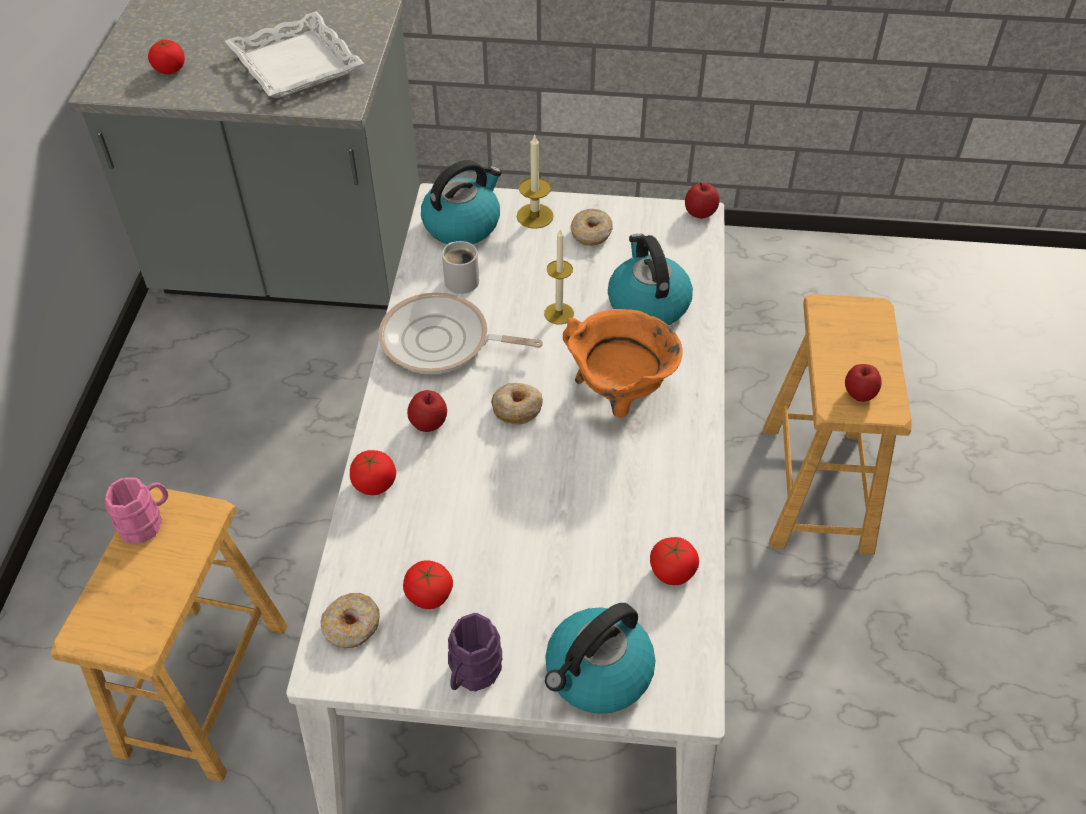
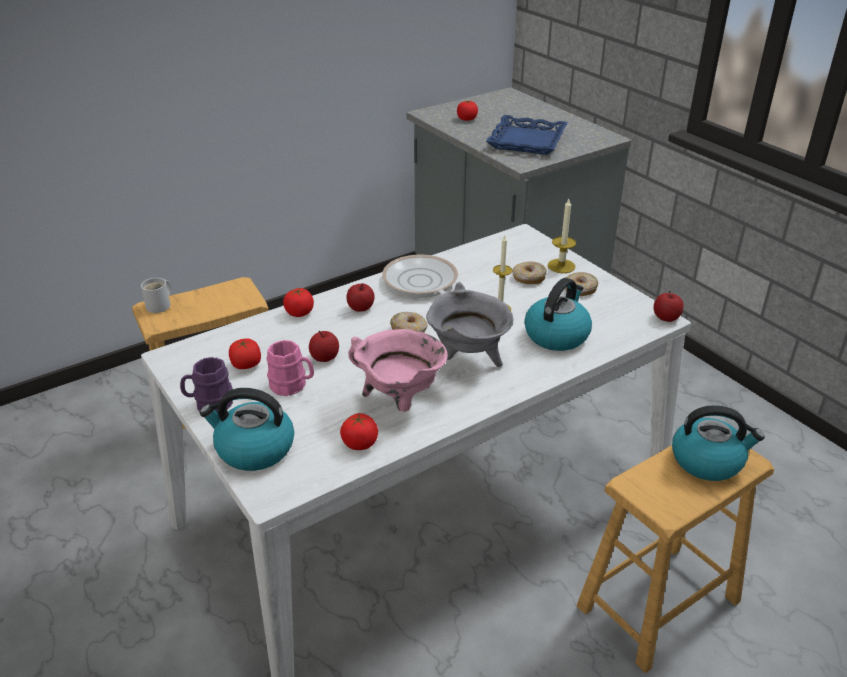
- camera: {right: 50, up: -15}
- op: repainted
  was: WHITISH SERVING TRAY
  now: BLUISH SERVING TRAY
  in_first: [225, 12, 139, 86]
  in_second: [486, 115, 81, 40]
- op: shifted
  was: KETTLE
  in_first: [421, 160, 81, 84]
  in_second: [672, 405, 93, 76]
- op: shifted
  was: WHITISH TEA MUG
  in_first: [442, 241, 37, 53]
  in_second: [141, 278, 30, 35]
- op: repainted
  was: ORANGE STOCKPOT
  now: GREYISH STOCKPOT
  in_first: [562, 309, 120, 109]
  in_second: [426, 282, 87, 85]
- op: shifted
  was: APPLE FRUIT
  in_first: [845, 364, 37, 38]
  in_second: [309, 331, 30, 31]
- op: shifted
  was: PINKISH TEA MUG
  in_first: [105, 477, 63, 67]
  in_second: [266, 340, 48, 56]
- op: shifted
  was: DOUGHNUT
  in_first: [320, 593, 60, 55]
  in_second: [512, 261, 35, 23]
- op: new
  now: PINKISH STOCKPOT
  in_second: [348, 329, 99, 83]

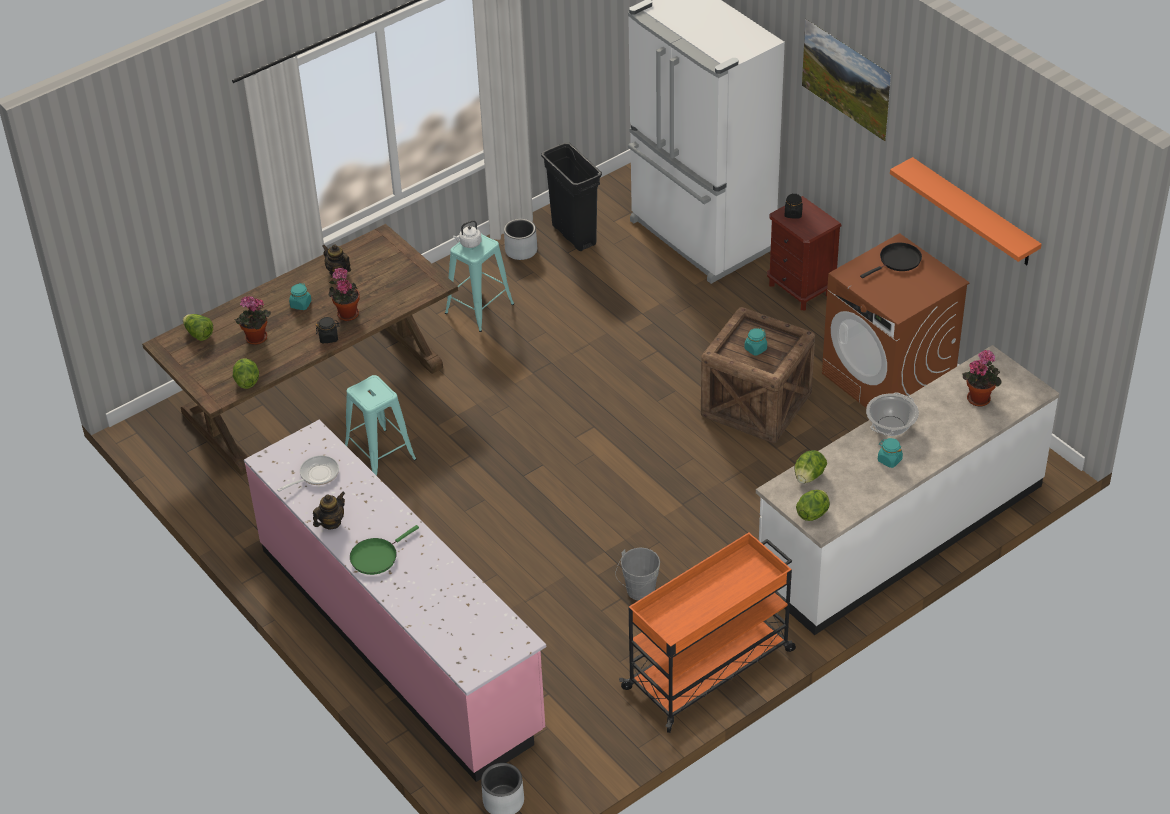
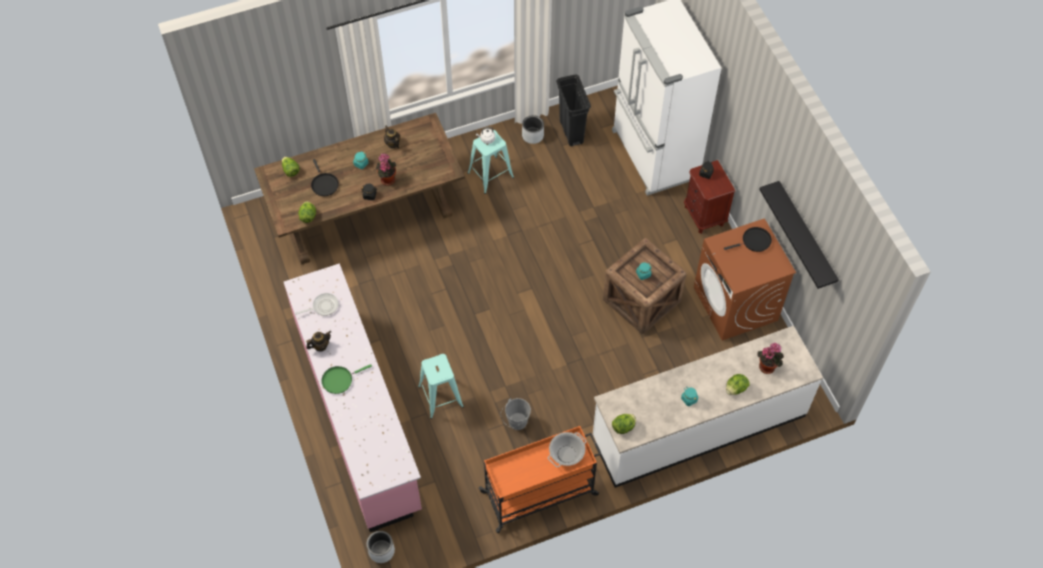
- camera: {right: 15, up: 15}
- op: gone
  was: WALL ART
  in_first: [802, 19, 89, 122]
- op: repainted
  was: ORANGE WALL SHELF
  now: BLACKISH WALL SHELF
  in_first: [890, 157, 152, 108]
  in_second: [759, 181, 80, 108]
- op: swapped
  was: HOUSEPLANT
  now: BLACKISH FRYING PAN
  in_first: [235, 296, 36, 49]
  in_second: [311, 159, 28, 37]
- op: shifted
  was: BLUE-GREEN STOOL SEAT
  in_first: [345, 375, 71, 101]
  in_second: [418, 354, 46, 65]
- op: shifted
  was: STOCKPOT
  in_first: [866, 392, 53, 44]
  in_second: [548, 432, 38, 35]
- op: shifted
  was: LETTUCE
  in_first: [794, 450, 33, 34]
  in_second: [726, 374, 24, 21]

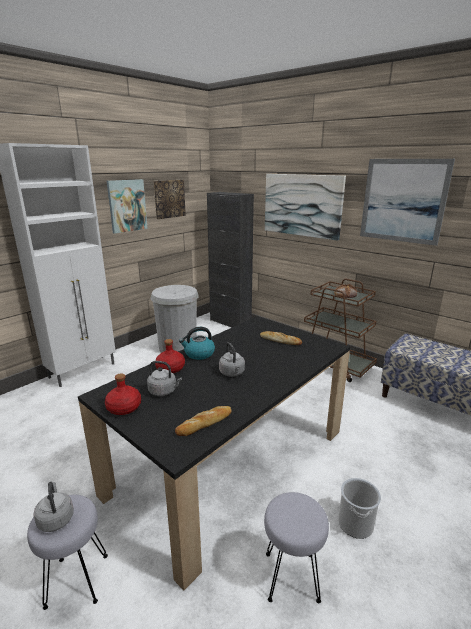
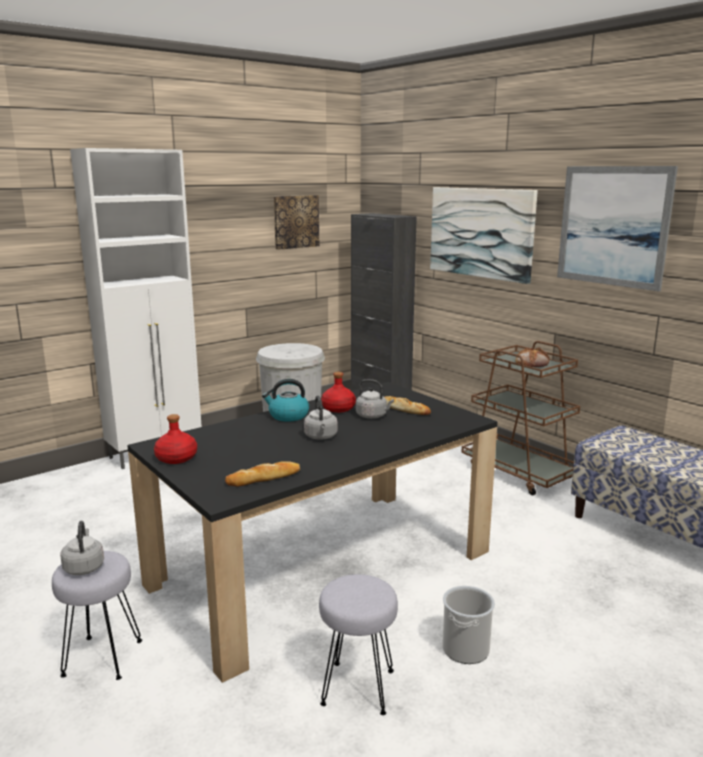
- camera: {right: 10, up: -5}
- op: gone
  was: WALL ART
  in_first: [107, 179, 41, 55]
- op: shifted
  was: RED BOTTLE
  in_first: [155, 339, 30, 34]
  in_second: [321, 372, 35, 41]
- op: shifted
  was: GREYISH KETTLE
  in_first: [147, 361, 35, 35]
  in_second: [356, 379, 38, 39]

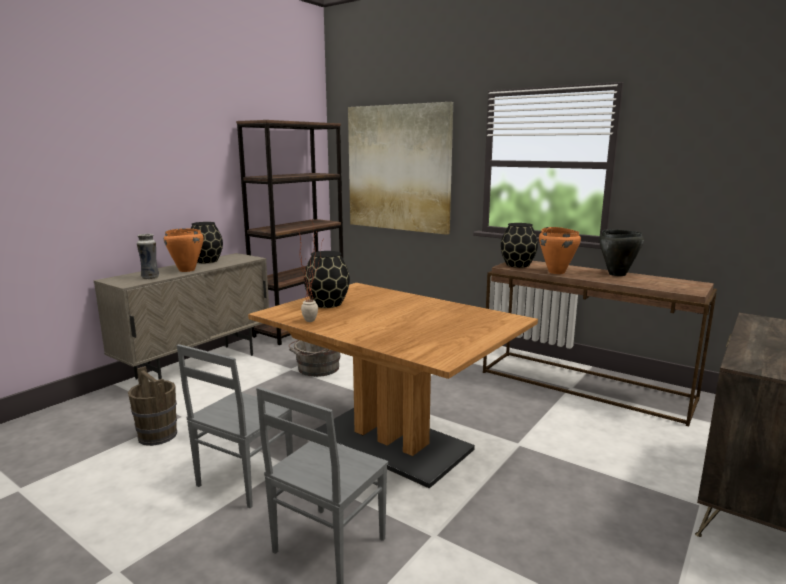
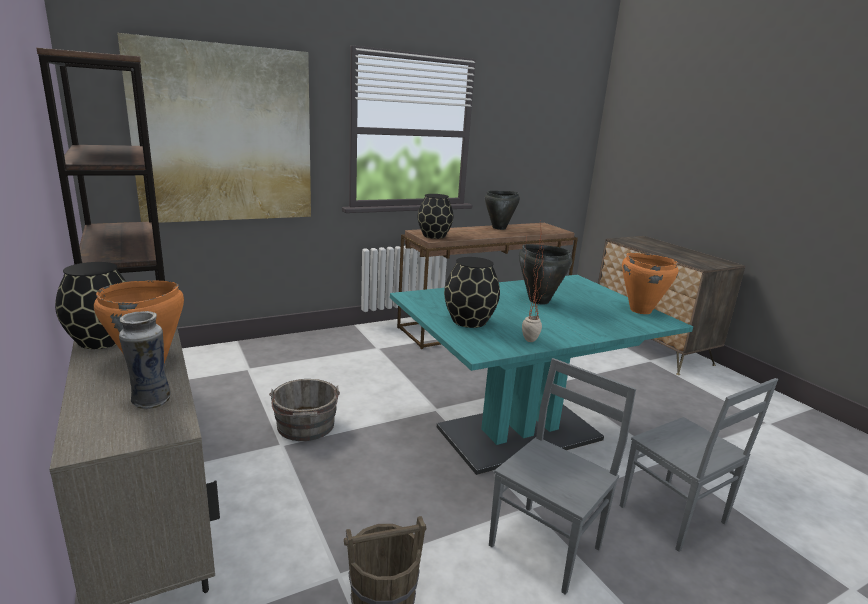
- camera: {right: -65, up: 5}
- op: shifted
  was: ORANGE STOCKPOT
  in_first: [539, 227, 42, 47]
  in_second: [622, 253, 57, 61]
- op: repainted
  was: BROWN KITCHEN TABLE
  now: BLUE-GREEN KITCHEN TABLE
  in_first: [248, 283, 290, 206]
  in_second: [390, 275, 303, 200]
- op: rotated
  was: GREYISH CHAIR
  in_first: [177, 344, 116, 164]
  in_second: [489, 358, 147, 237]
  clockwise: -105
- op: new
  now: BLACKISH STOCKPOT
  in_second: [519, 244, 53, 61]

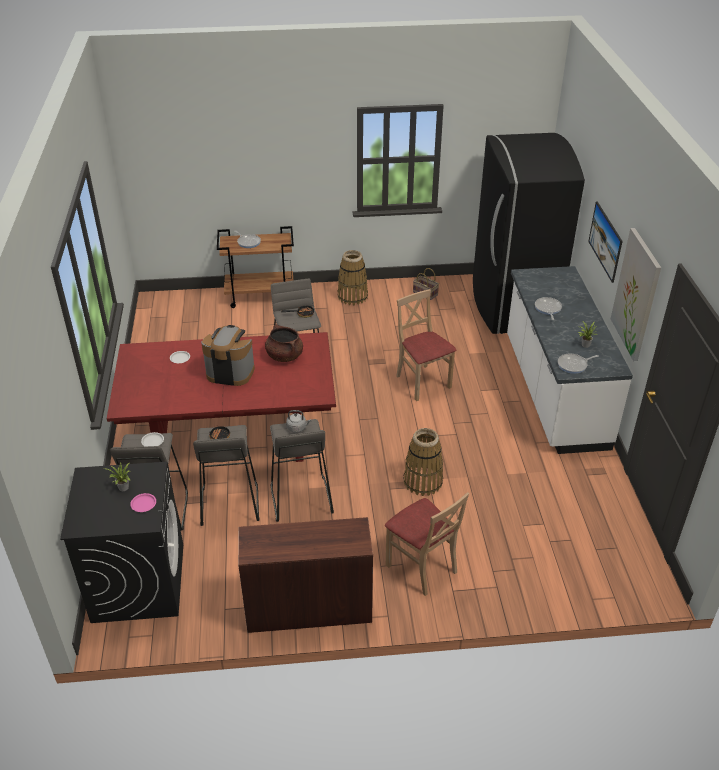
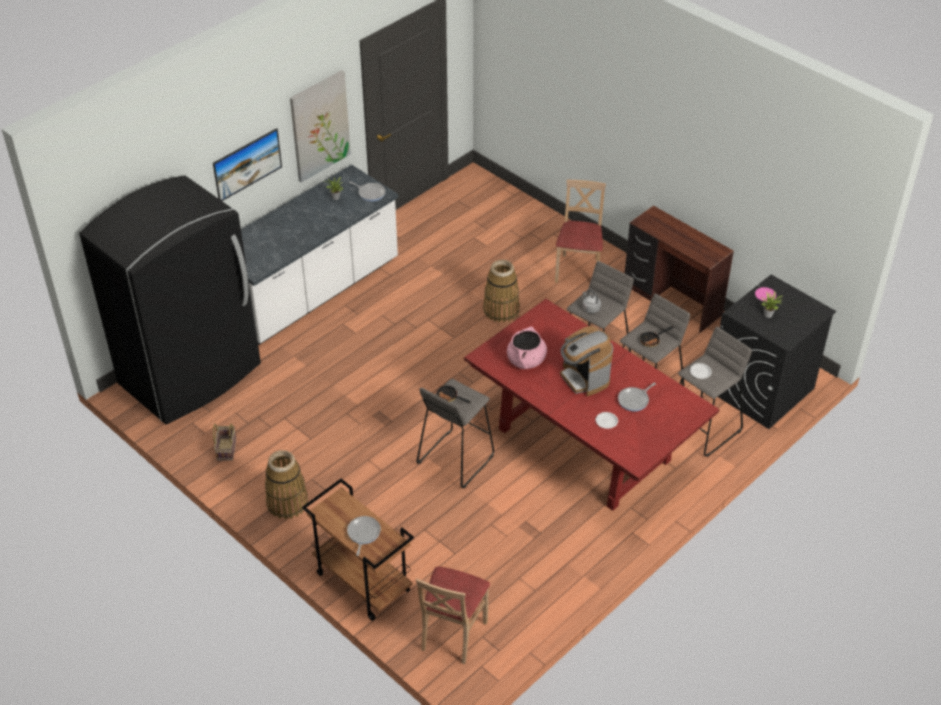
- camera: {right: -130, up: 5}
- op: shifted
  was: BEIGE-COLOURED CHAIR
  in_first: [396, 289, 60, 112]
  in_second: [416, 566, 74, 98]
- op: shifted
  was: FRYING PAN
  in_first: [535, 297, 27, 23]
  in_second: [618, 382, 38, 29]
- op: repainted
  was: BROWN STOCKPOT
  now: PINKISH STOCKPOT
  in_first: [265, 325, 38, 37]
  in_second: [507, 327, 40, 42]

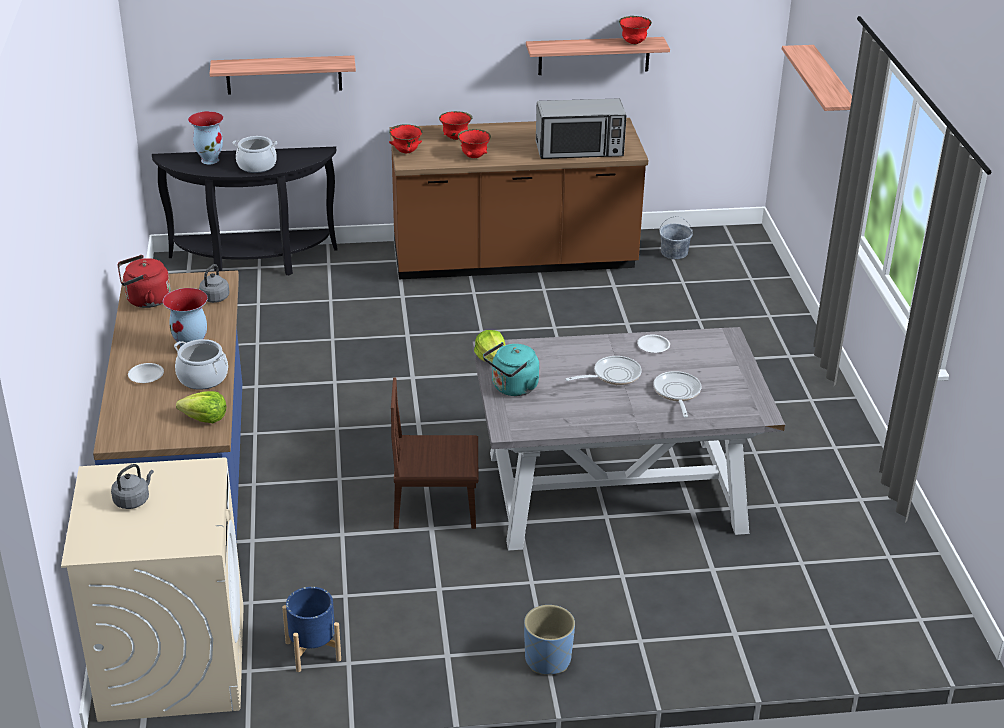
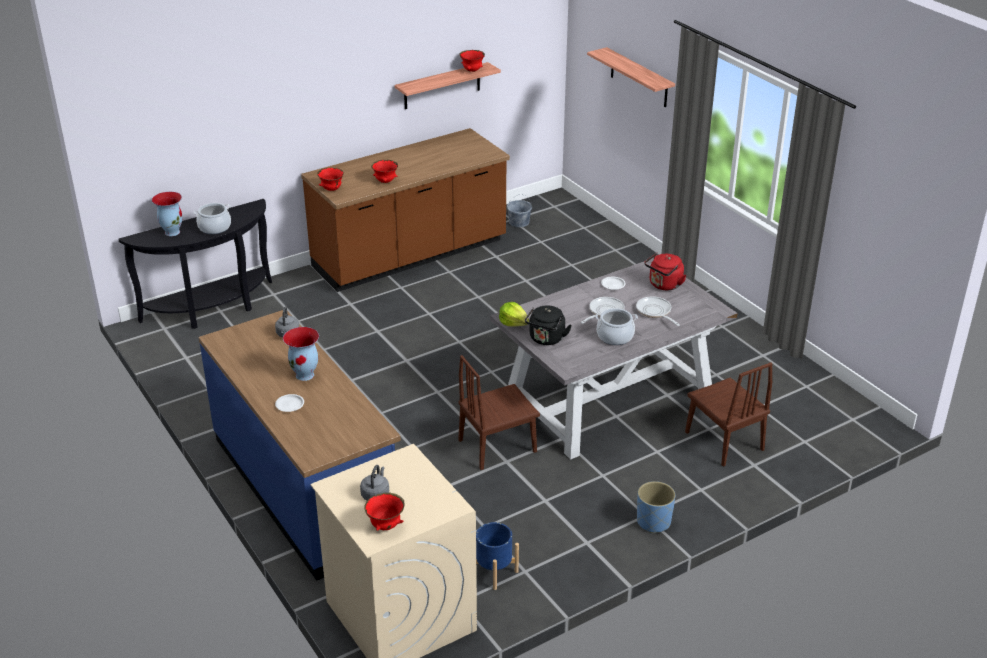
- camera: {right: -25, up: 0}
- op: gone
  was: WALL SHELF
  in_first: [209, 56, 147, 39]
- op: gone
  was: KITCHEN MICROWAVE
  in_first: [536, 98, 91, 61]
- op: shifted
  was: RED BOWL
  in_first: [439, 111, 33, 29]
  in_second: [364, 493, 41, 38]
- op: shifted
  was: RED KETTLE
  in_first: [118, 255, 53, 53]
  in_second: [644, 253, 43, 37]
- op: shifted
  was: STOCKPOT
  in_first: [174, 339, 54, 51]
  in_second: [595, 308, 43, 37]
- op: repainted
  was: BLUE-GREEN KETTLE
  now: BLACKISH KETTLE
  in_first: [483, 342, 56, 54]
  in_second: [525, 305, 47, 40]
- op: gone
  was: LETTUCE
  in_first: [176, 391, 51, 32]
- op: new
  now: BROWN CHAIR
  in_second: [685, 362, 88, 105]

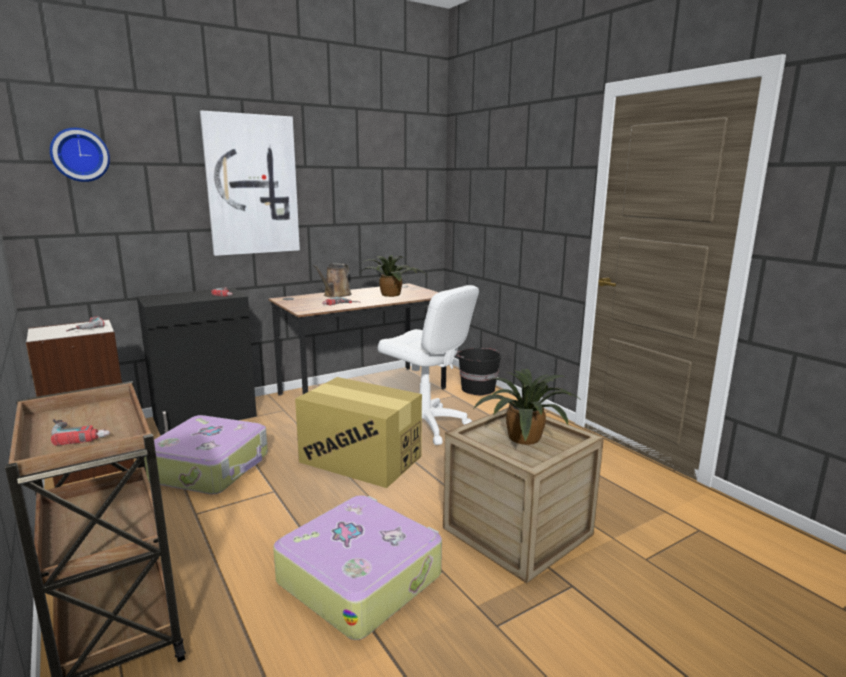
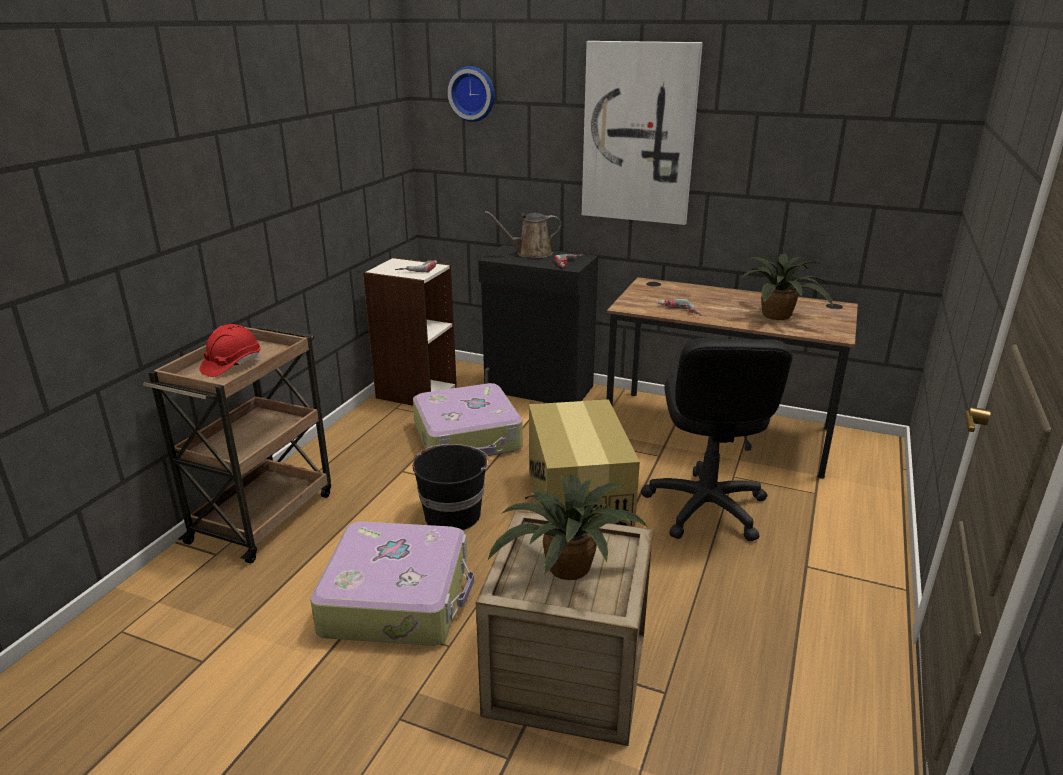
- camera: {right: 55, up: 10}
- op: shifted
  was: BROWN SPRINKLING CAN
  in_first: [313, 263, 39, 35]
  in_second: [484, 211, 77, 47]
- op: repainted
  was: WHITISH COMPUTER CHAIR
  now: BLACKISH COMPUTER CHAIR
  in_first: [378, 285, 101, 160]
  in_second: [641, 338, 152, 203]
- op: shifted
  was: BLACKISH PAIL
  in_first: [456, 348, 45, 47]
  in_second: [413, 444, 77, 86]
- op: swapped
  was: DRILL
  now: RED WORK HELMET
  in_first: [51, 419, 59, 27]
  in_second: [199, 324, 62, 53]

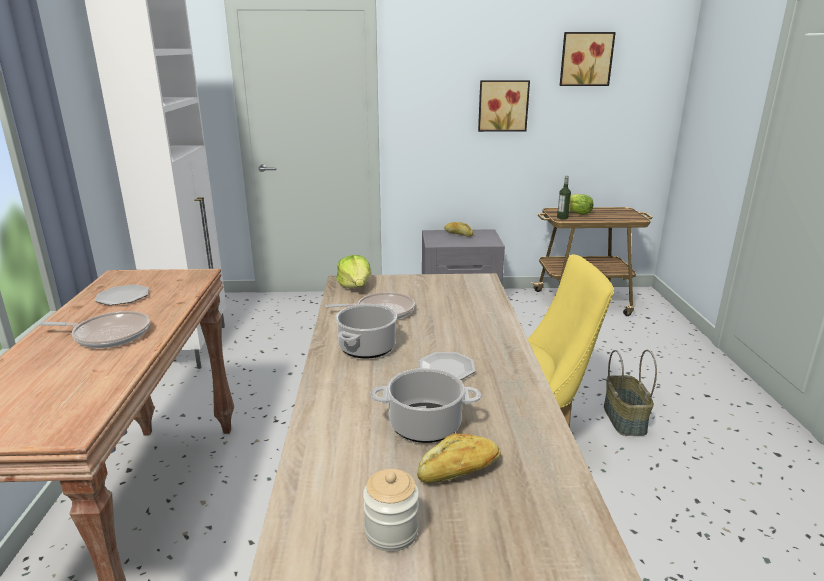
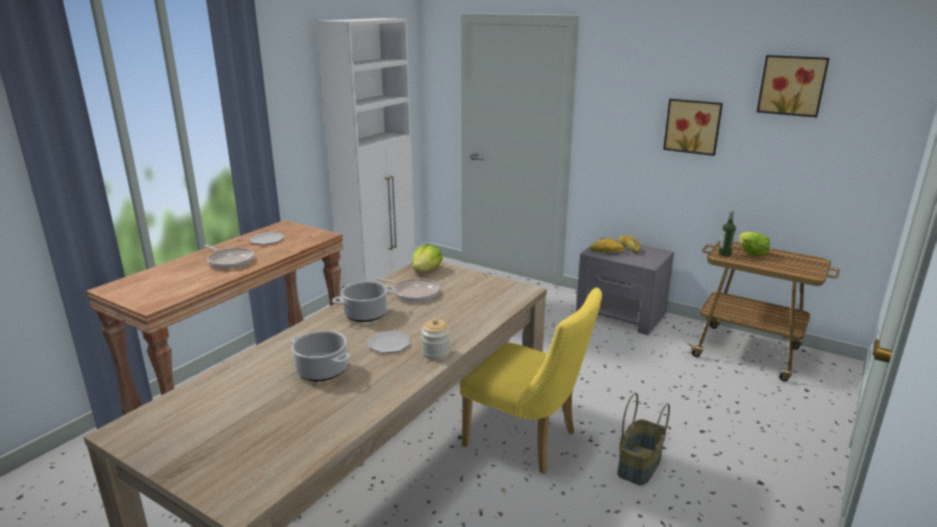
- camera: {right: 35, up: 0}
- op: shifted
  was: BAKERY BREAD
  in_first: [417, 433, 84, 51]
  in_second: [590, 238, 35, 15]
- op: shifted
  was: PRESERVE JAR
  in_first: [363, 469, 56, 83]
  in_second: [421, 318, 29, 42]

